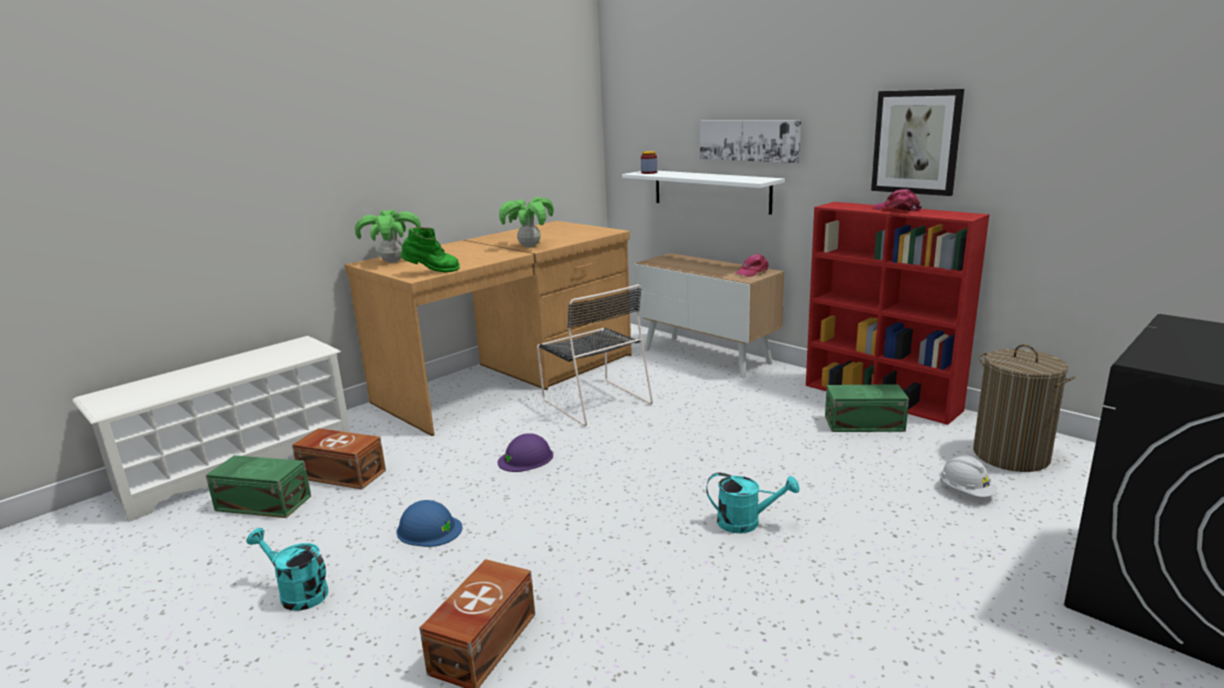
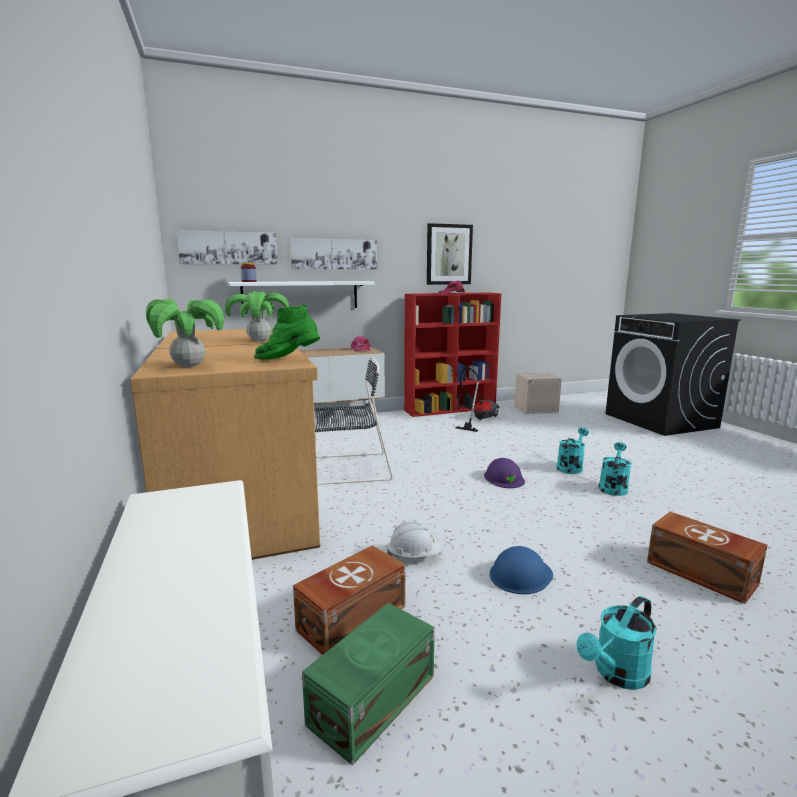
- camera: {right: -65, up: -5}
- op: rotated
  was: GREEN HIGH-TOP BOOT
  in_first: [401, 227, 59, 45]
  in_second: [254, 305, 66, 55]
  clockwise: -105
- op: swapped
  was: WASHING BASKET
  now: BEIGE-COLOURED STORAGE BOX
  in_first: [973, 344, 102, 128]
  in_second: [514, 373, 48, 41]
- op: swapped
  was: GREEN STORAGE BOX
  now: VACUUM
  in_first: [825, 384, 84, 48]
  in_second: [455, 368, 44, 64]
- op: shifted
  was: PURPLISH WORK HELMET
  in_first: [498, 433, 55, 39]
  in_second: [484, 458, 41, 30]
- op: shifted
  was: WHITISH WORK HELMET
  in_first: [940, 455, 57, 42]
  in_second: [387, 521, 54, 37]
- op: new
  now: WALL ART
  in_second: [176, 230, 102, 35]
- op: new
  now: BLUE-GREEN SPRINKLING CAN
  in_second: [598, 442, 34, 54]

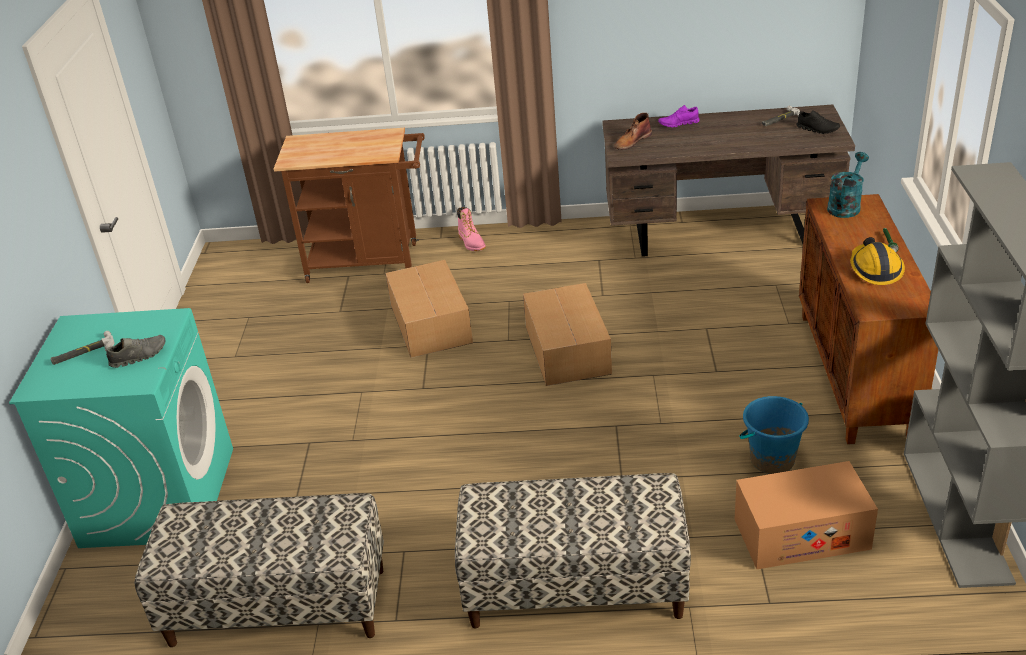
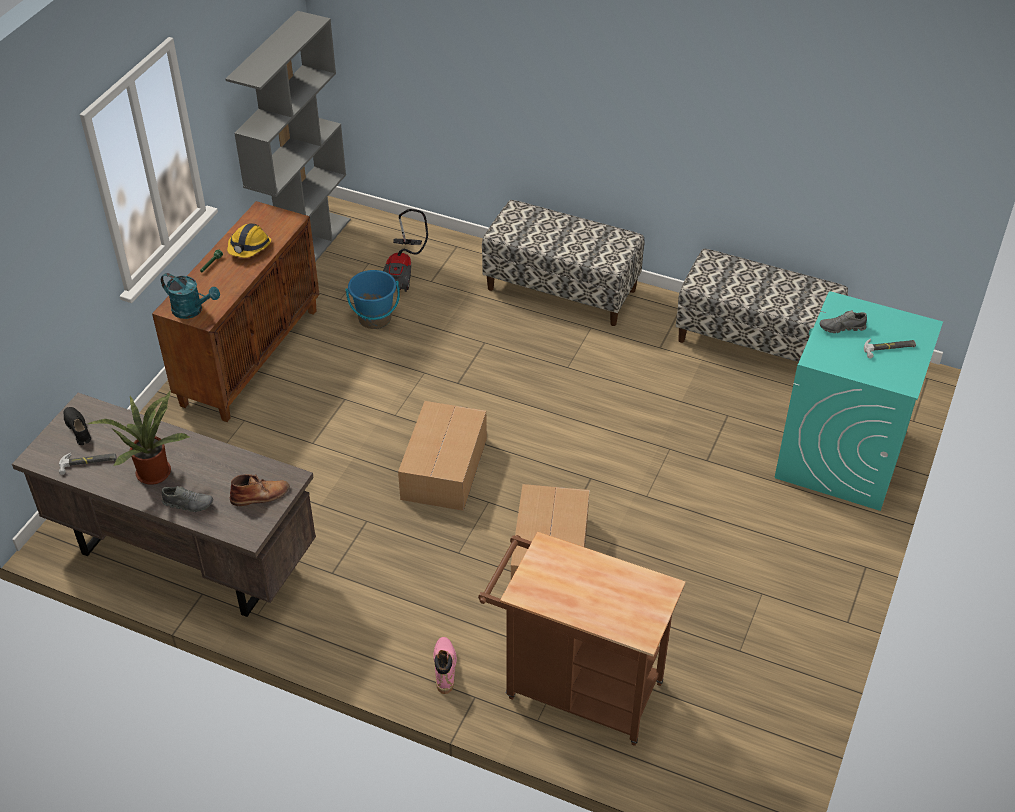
- camera: {right: -160, up: 10}
- op: repainted
  was: PURPLISH SHOE
  now: GREYISH SHOE
  in_first: [658, 105, 42, 23]
  in_second: [161, 486, 52, 26]
- op: rotated
  was: BLUE-GREEN SPRINKLING CAN
  in_first: [827, 152, 42, 66]
  in_second: [161, 273, 59, 46]
  clockwise: -120
- op: swapped
  was: CARDBOARD BOX
  now: VACUUM
  in_first: [735, 461, 143, 108]
  in_second: [383, 209, 45, 83]
- op: new
  now: HOUSEPLANT
  in_second: [88, 390, 103, 95]

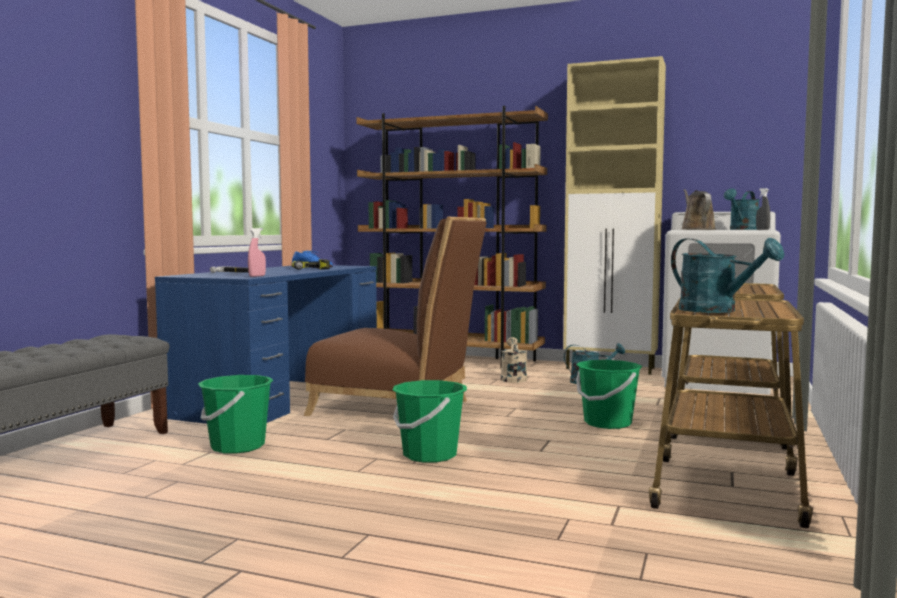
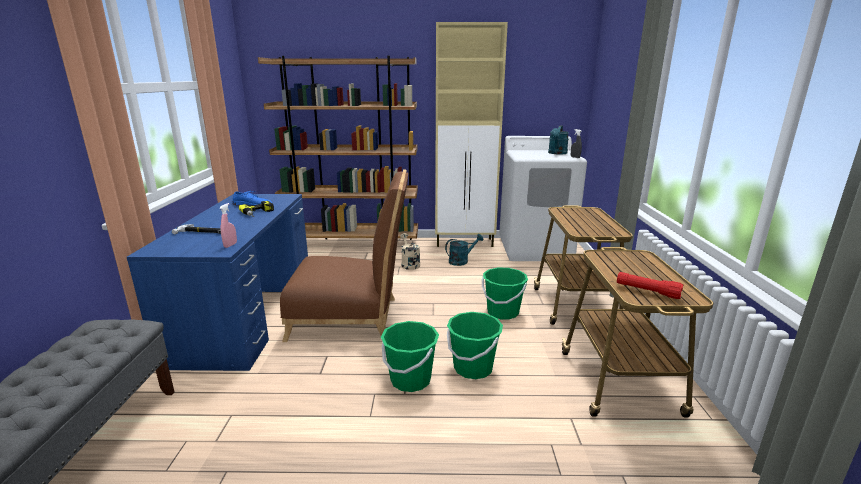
- camera: {right: -20, up: 15}
- op: gone
  was: BROWN SPRINKLING CAN
  in_first: [681, 189, 35, 41]
- op: swapped
  was: BLUE-GREEN SPRINKLING CAN
  now: RED HAND TORCH
  in_first: [671, 238, 114, 75]
  in_second: [617, 272, 66, 27]
- op: shifted
  was: GREEN PAIL
  in_first: [198, 375, 76, 79]
  in_second: [447, 312, 56, 67]

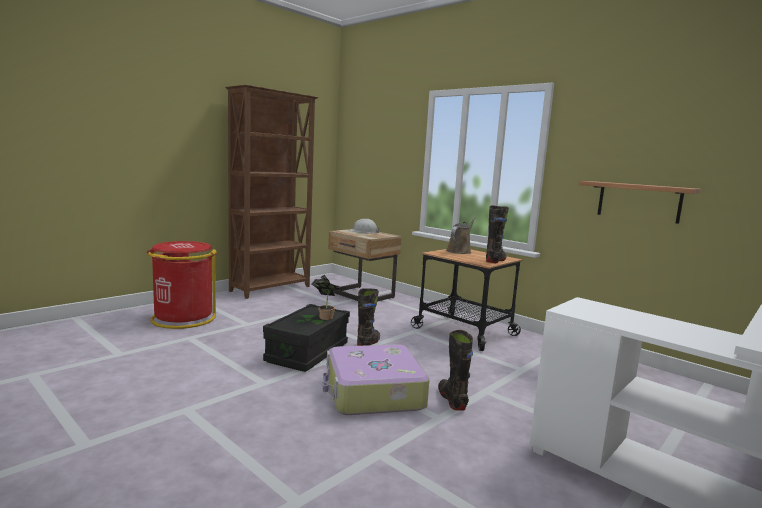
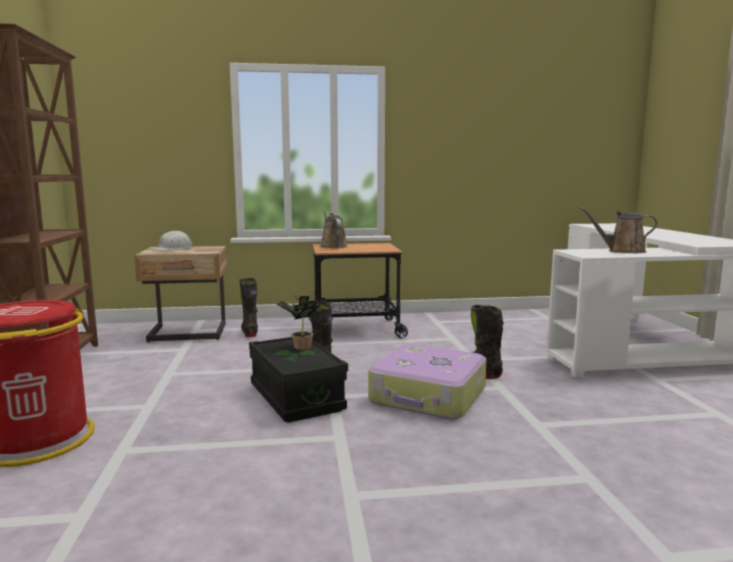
- camera: {right: -50, up: 0}
- op: gone
  was: WALL SHELF
  in_first: [579, 181, 122, 43]
- op: shifted
  was: BLACKISH HIGH-TOP BOOT
  in_first: [486, 205, 23, 58]
  in_second: [239, 278, 19, 59]
- op: new
  now: BROWN SPRINKLING CAN
  in_second: [580, 207, 78, 46]

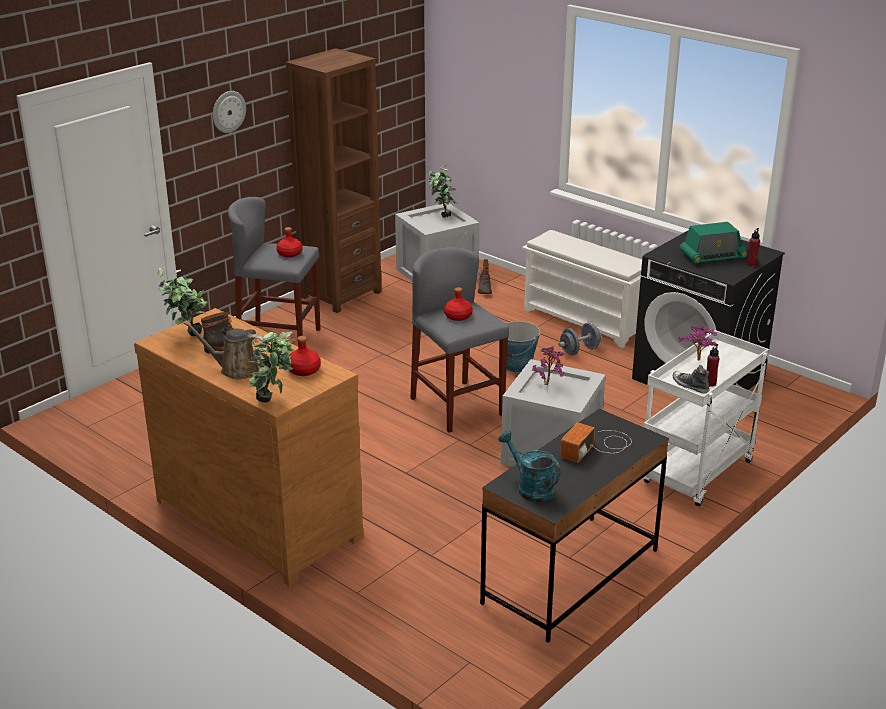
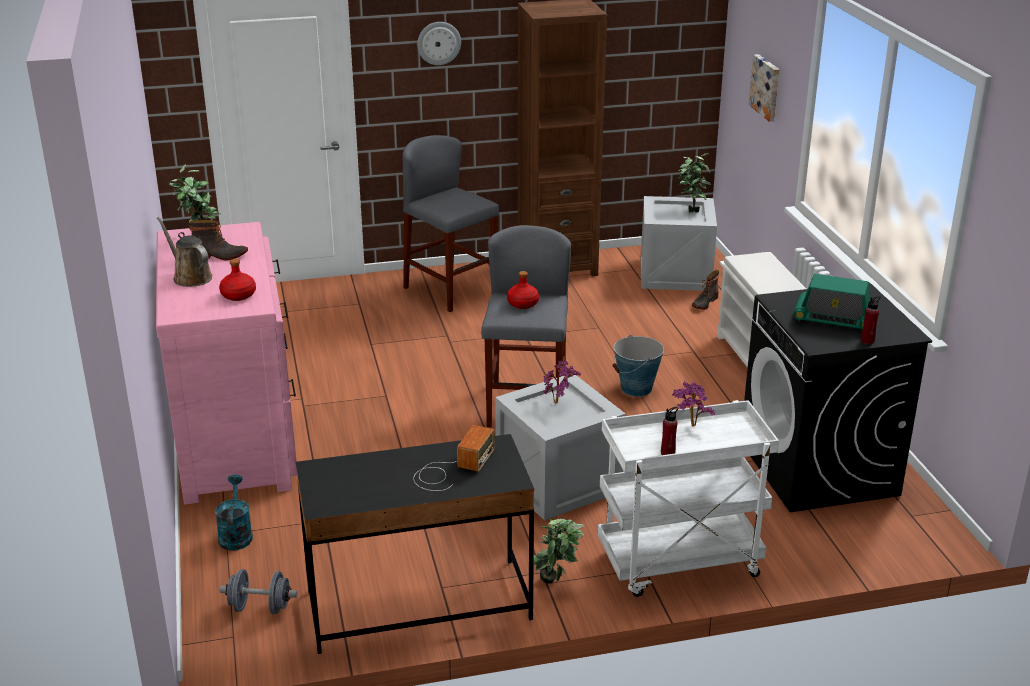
- camera: {right: 35, up: 0}
- op: gone
  was: RED BOTTLE
  in_first: [276, 227, 26, 31]
- op: repainted
  was: BROWN CHEST OF DRAWERS
  now: PINKISH CHEST OF DRAWERS
  in_first: [134, 308, 229, 278]
  in_second: [156, 222, 141, 282]
- op: shifted
  was: GREYISH DUMBBELL
  in_first: [558, 323, 44, 32]
  in_second: [220, 569, 77, 45]
- op: shifted
  was: HOUSEPLANT
  in_first: [247, 331, 49, 72]
  in_second: [534, 518, 51, 65]
- op: gone
  was: SHOE
  in_first: [673, 365, 37, 28]
- op: rotated
  was: RADIO RECEIVER
  in_first: [560, 422, 72, 41]
  in_second: [413, 425, 81, 66]
  clockwise: 135
- op: shifted
  was: BLUE-GREEN SPRINKLING CAN
  in_first: [499, 431, 62, 71]
  in_second: [215, 474, 38, 77]
- op: new
  now: WALL ART
  in_second: [749, 54, 31, 67]

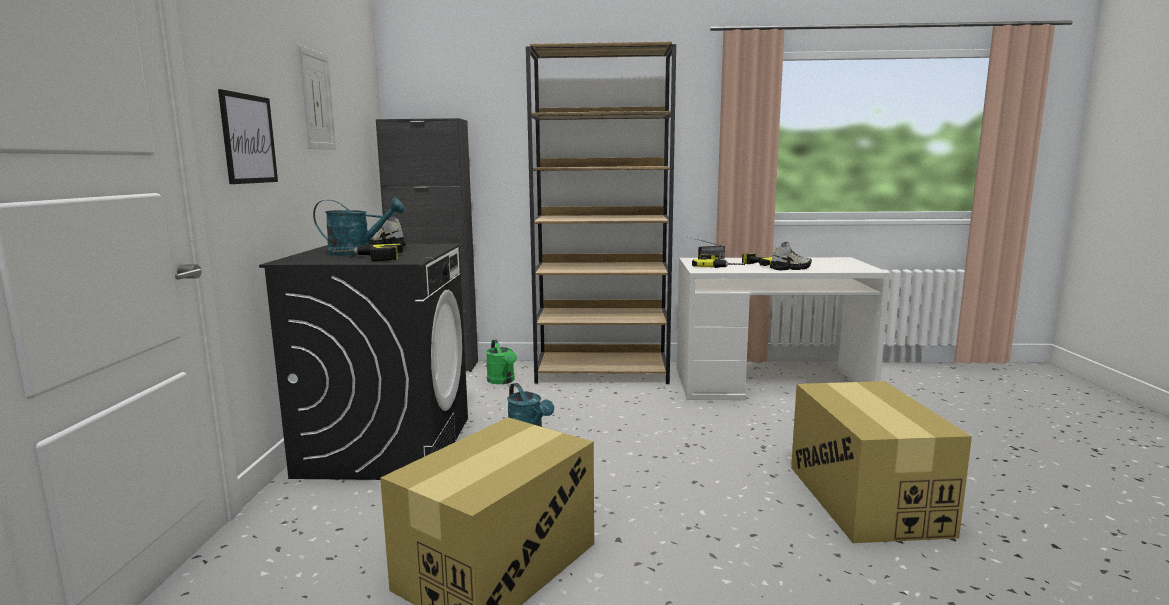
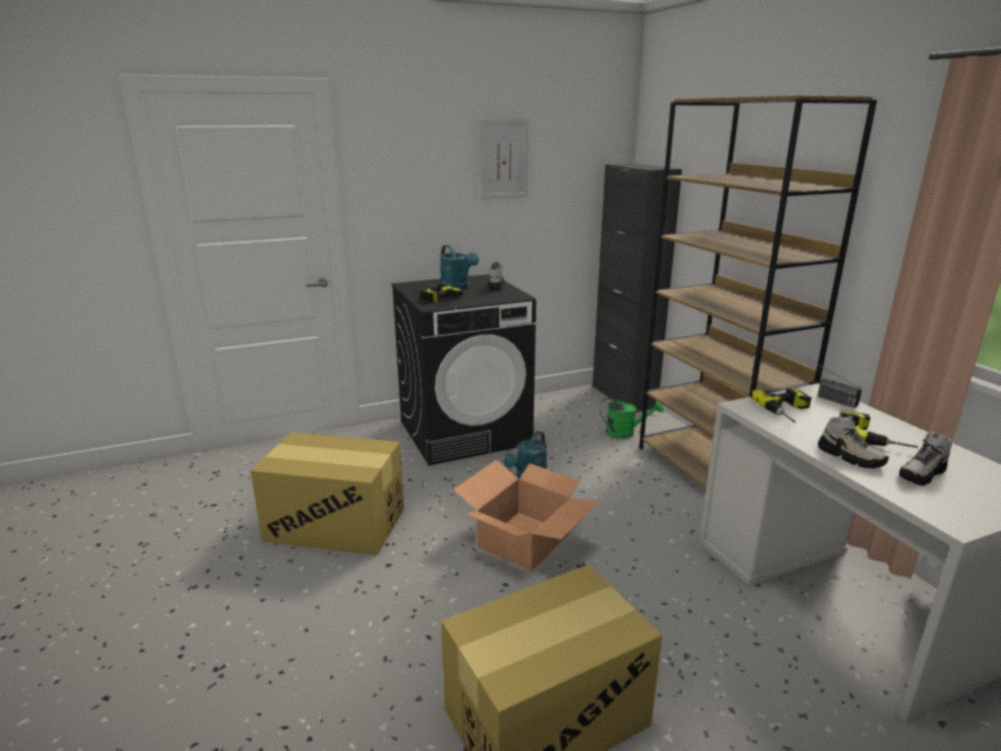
- camera: {right: 65, up: 10}
- op: gone
  was: WALL ART
  in_first: [218, 89, 60, 95]
- op: rotated
  was: GREEN SPRINKLING CAN
  in_first: [486, 340, 31, 44]
  in_second: [600, 398, 63, 41]
  clockwise: -120
- op: new
  now: SHOE
  in_second: [899, 431, 53, 55]
- op: new
  now: CARDBOARD BOX
  in_second: [453, 460, 146, 112]

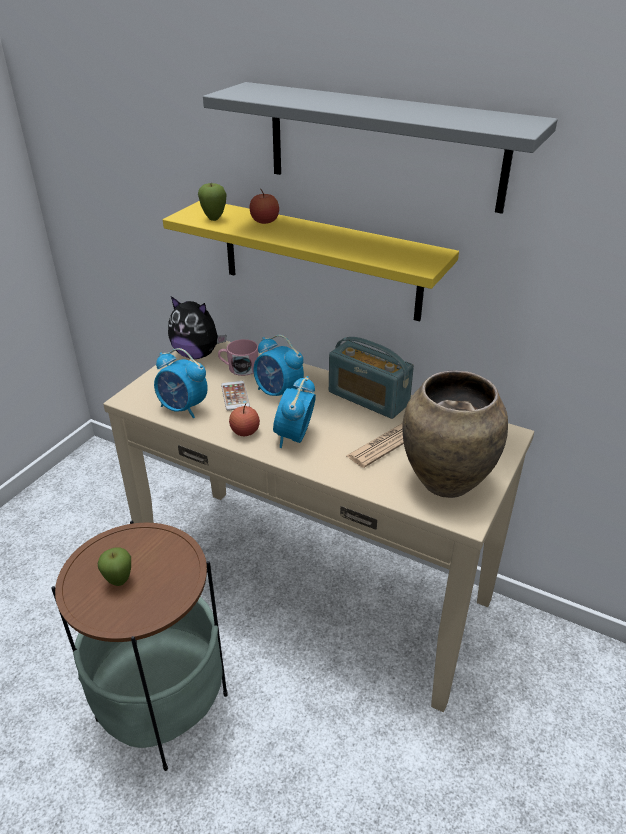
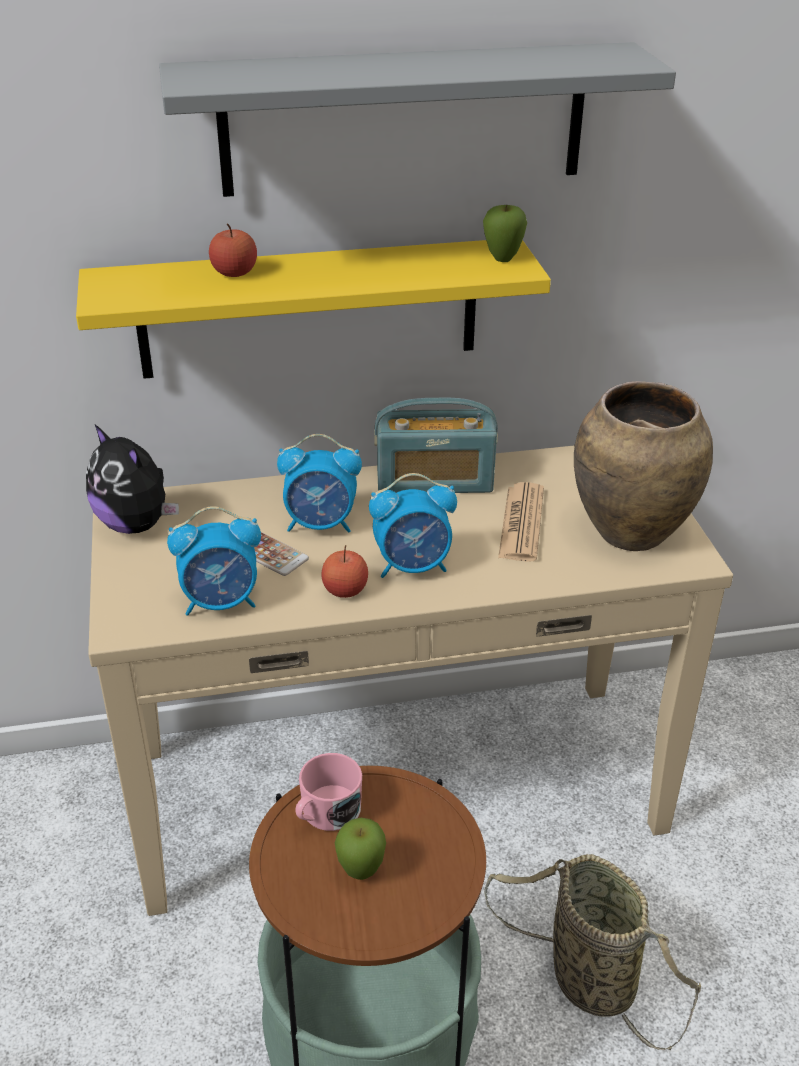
- camera: {right: -40, up: 0}
- op: shifted
  was: APPLE FRUIT
  in_first: [198, 183, 29, 38]
  in_second: [483, 205, 44, 57]
- op: rotated
  was: PLUSH TOY
  in_first: [168, 296, 59, 63]
  in_second: [86, 425, 93, 109]
  clockwise: 60
- op: shifted
  was: PINKISH TEA MUG
  in_first: [218, 339, 40, 37]
  in_second: [295, 753, 67, 78]
- op: rotated
  was: BEDSIDE CLOCK
  in_first: [273, 376, 43, 72]
  in_second: [369, 473, 88, 105]
  clockwise: -75
- op: new
  now: STORAGE BASKET
  in_second: [484, 854, 217, 196]

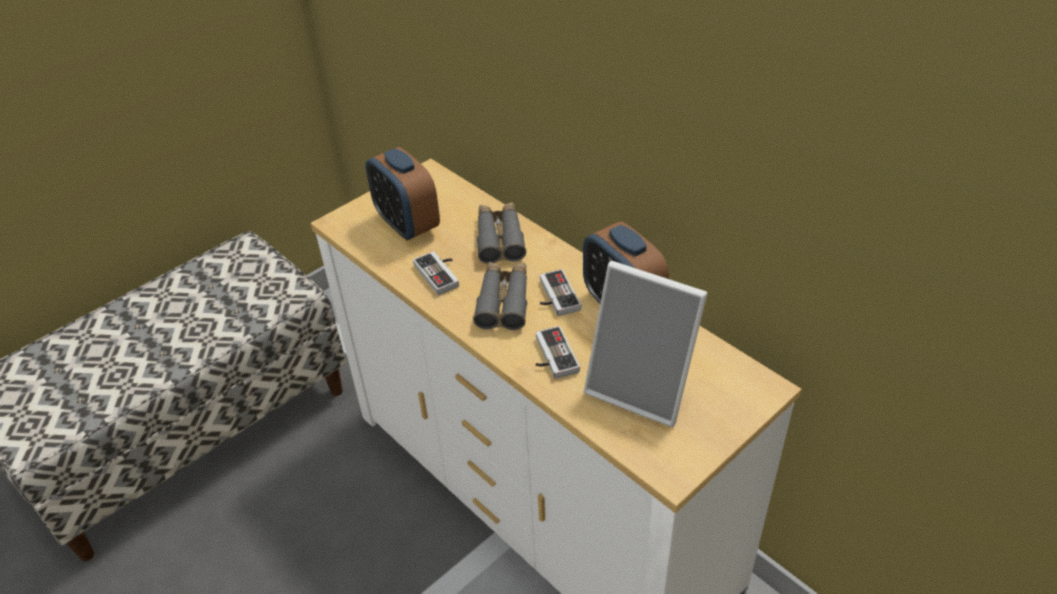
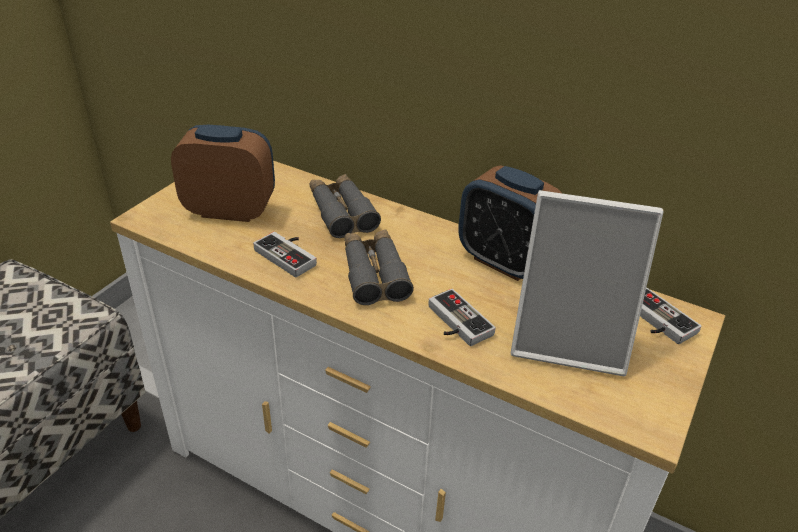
- camera: {right: -20, up: -5}
- op: rotated
  was: BEDSIDE CLOCK
  in_first: [366, 147, 74, 94]
  in_second: [171, 125, 104, 97]
  clockwise: 150
- op: shifted
  was: GAME CONTROLLER
  in_first: [540, 269, 41, 47]
  in_second: [640, 288, 61, 56]

